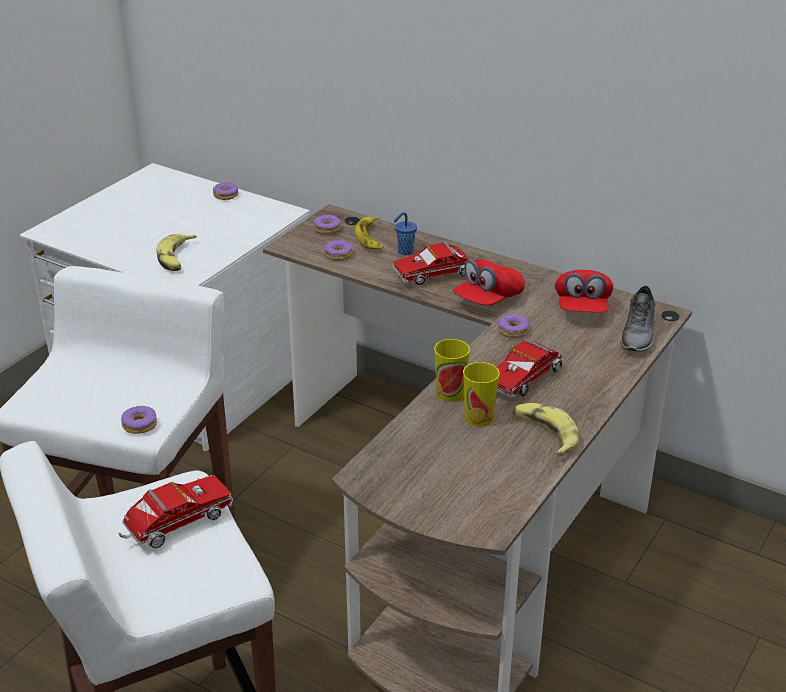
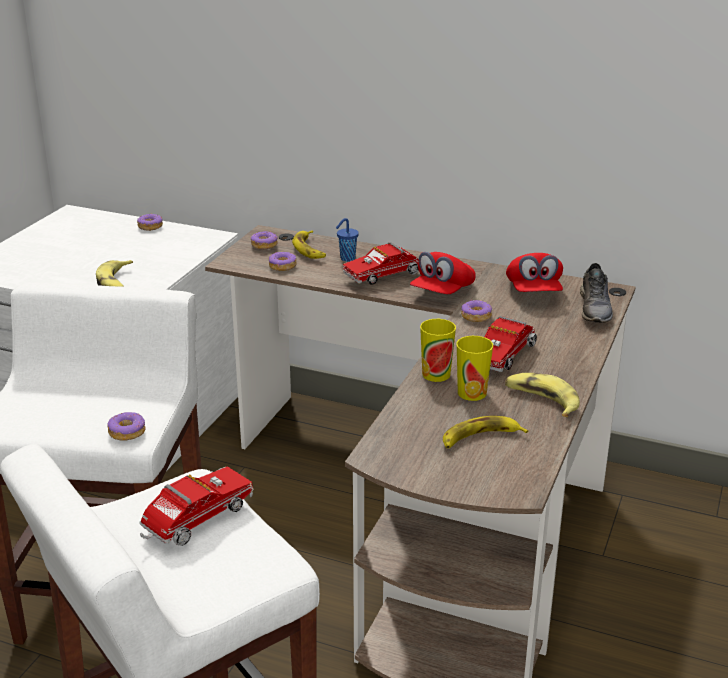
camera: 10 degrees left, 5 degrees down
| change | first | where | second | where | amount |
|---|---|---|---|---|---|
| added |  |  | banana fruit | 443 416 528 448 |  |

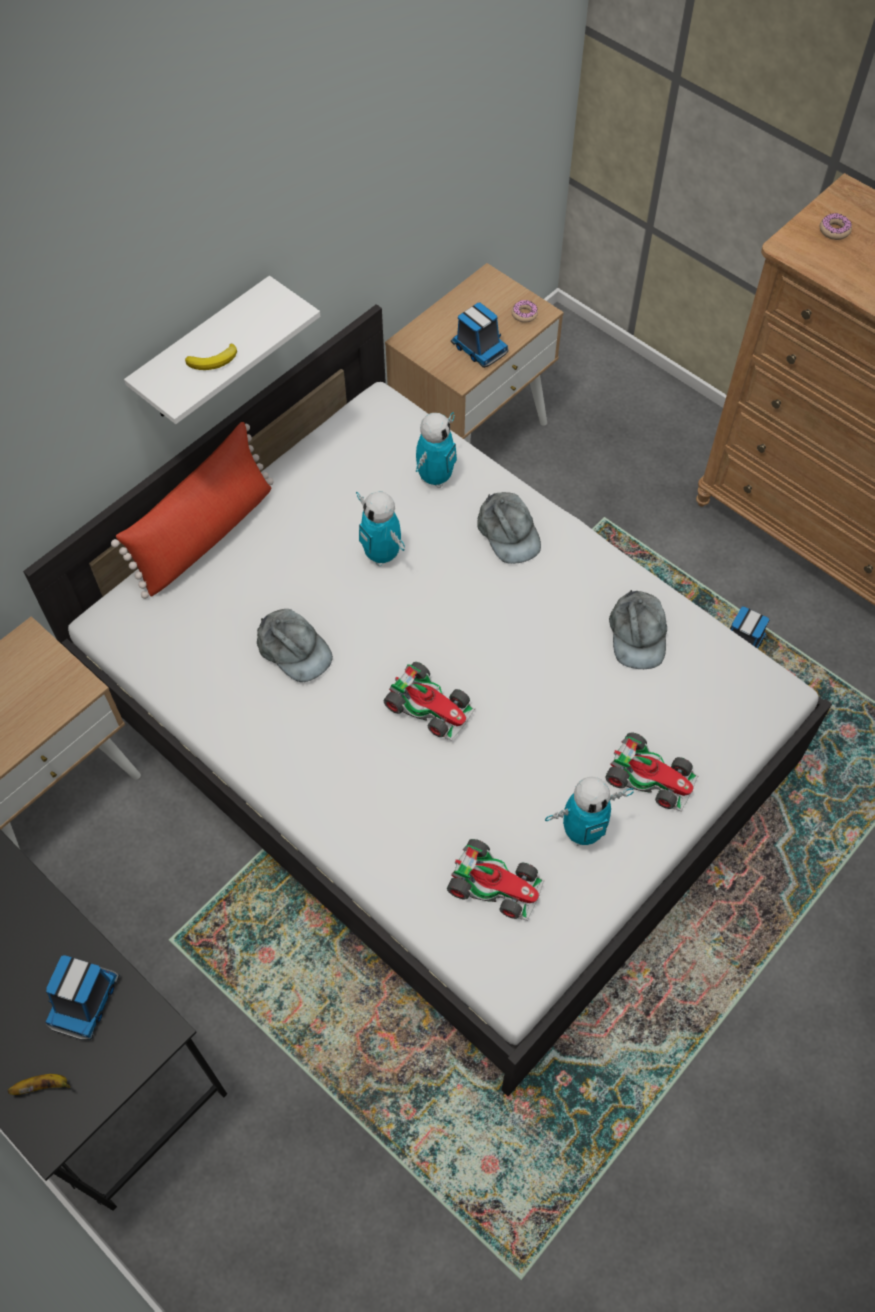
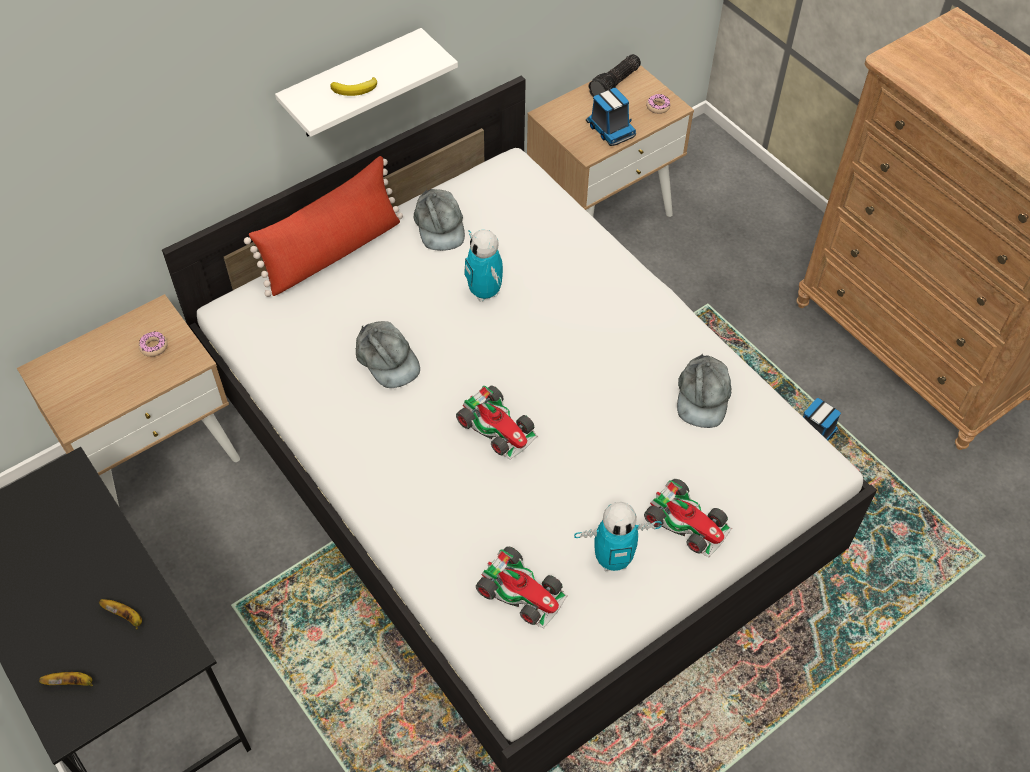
camera: 10 degrees right, 5 degrees down
| change | first | where | second | where | amount |
|---|---|---|---|---|---|
| replaced | toy truck | 45 955 120 1040 | banana fruit | 99 599 142 629 |  |
| moved | donut | 820 213 852 240 |  | 138 332 168 357 |  |
| moved | cap in greyish | 477 492 541 564 |  | 414 189 465 251 |  |
| added |  |  | torch | 588 54 641 97 |  |
| removed | model robot | 416 412 457 488 |  |  |  |

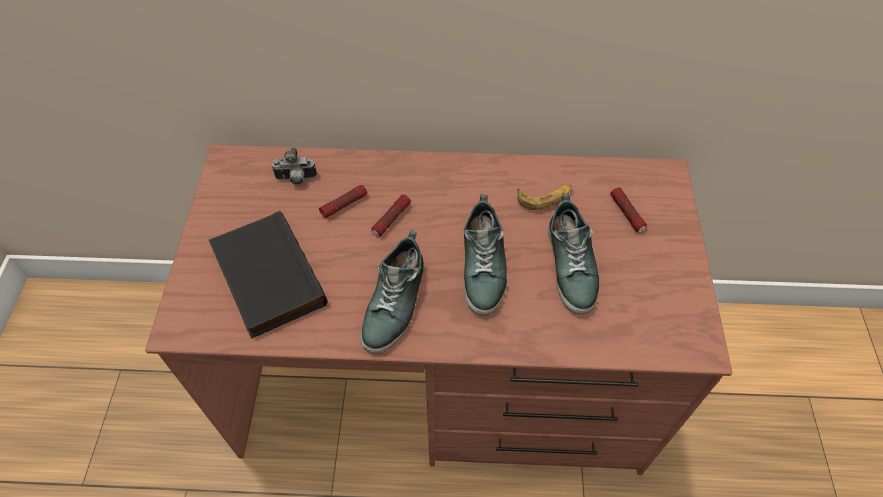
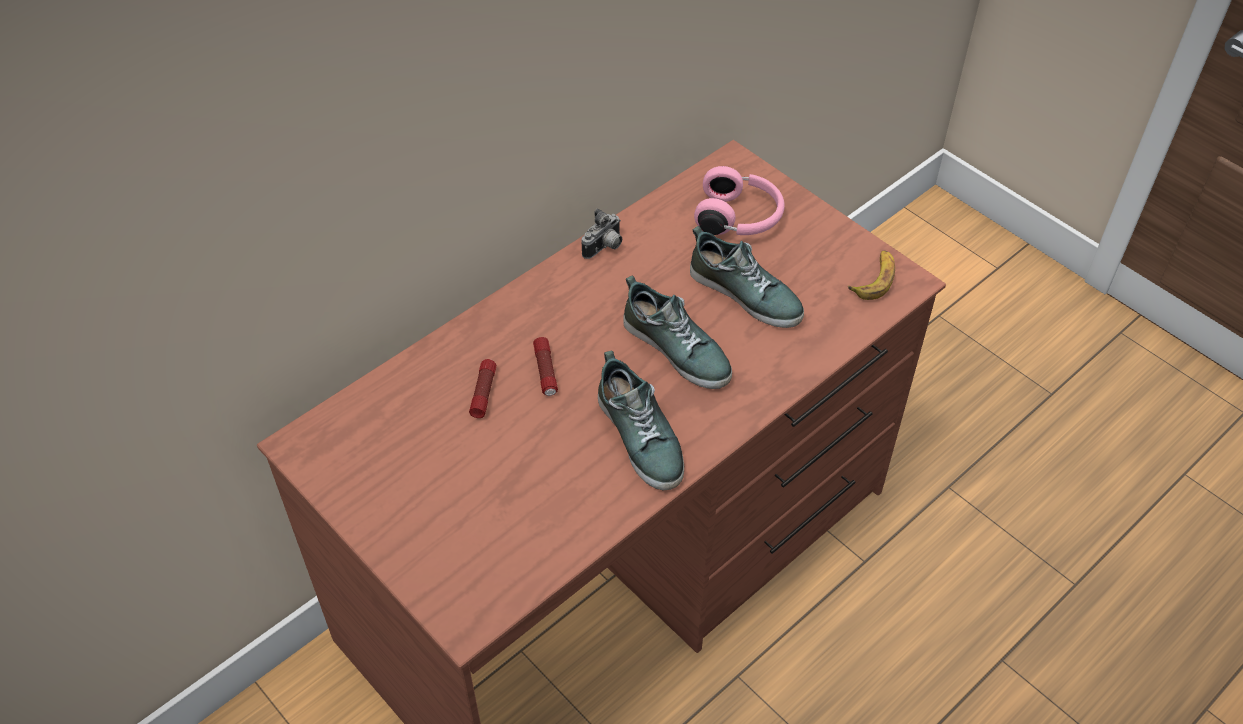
camera: 45 degrees left, 5 degrees down
| change | first | where | second | where | amount |
|---|---|---|---|---|---|
| moved | photo camera | 272 147 317 185 |  | 581 208 622 259 |  |
| replaced | torch | 610 187 647 232 | headset in pink-coloured | 694 166 785 235 |  |
| moved | banana fruit | 517 184 572 210 |  | 848 251 895 300 |  |
| removed | volume in black-coloured | 209 211 328 339 |  |  |  |

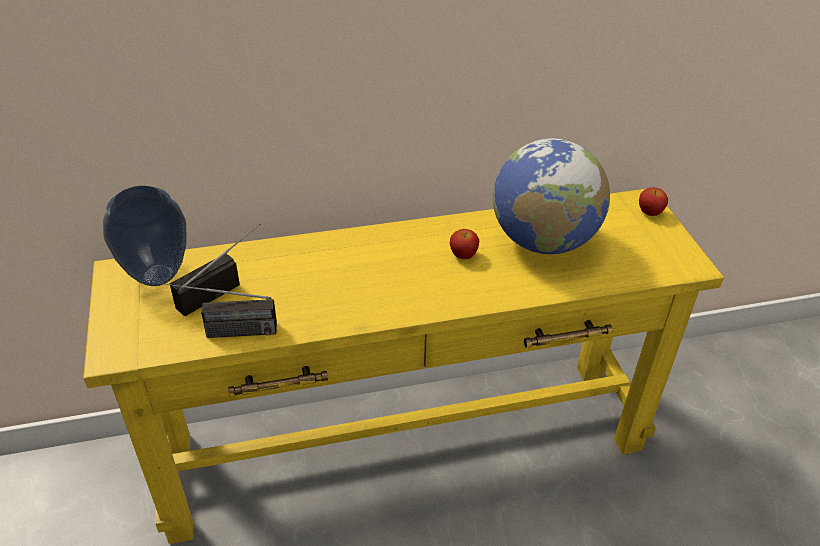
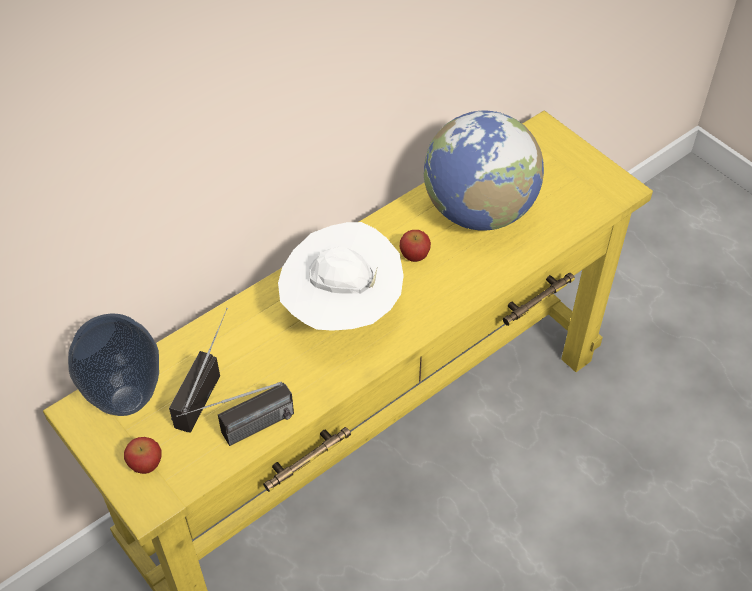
camera: 25 degrees left, 10 degrees up
| change | first | where | second | where | amount |
|---|---|---|---|---|---|
| moved | whole apple | 639 187 668 216 |  | 124 437 162 474 |  |
| added |  |  | wearable hat in white | 278 222 404 331 |  |

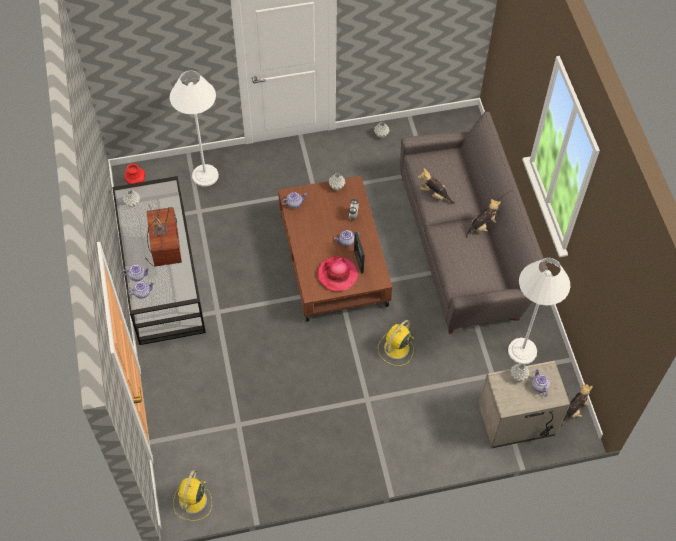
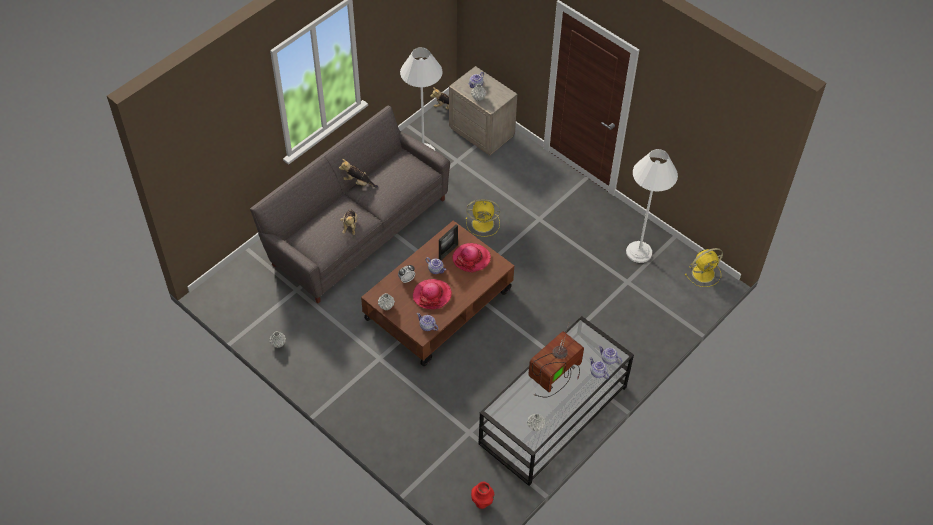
camera: 125 degrees left, 5 degrees down
| change | first | where | second | where | amount |
|---|---|---|---|---|---|
| added |  |  | wearable hat | 413 279 452 309 |  |
| moved | standing lamp in white | 170 70 219 186 |  | 626 149 678 263 |  |

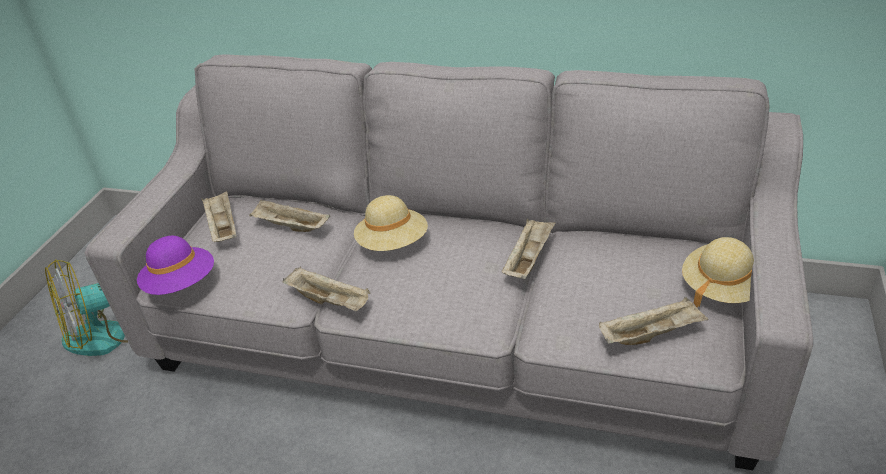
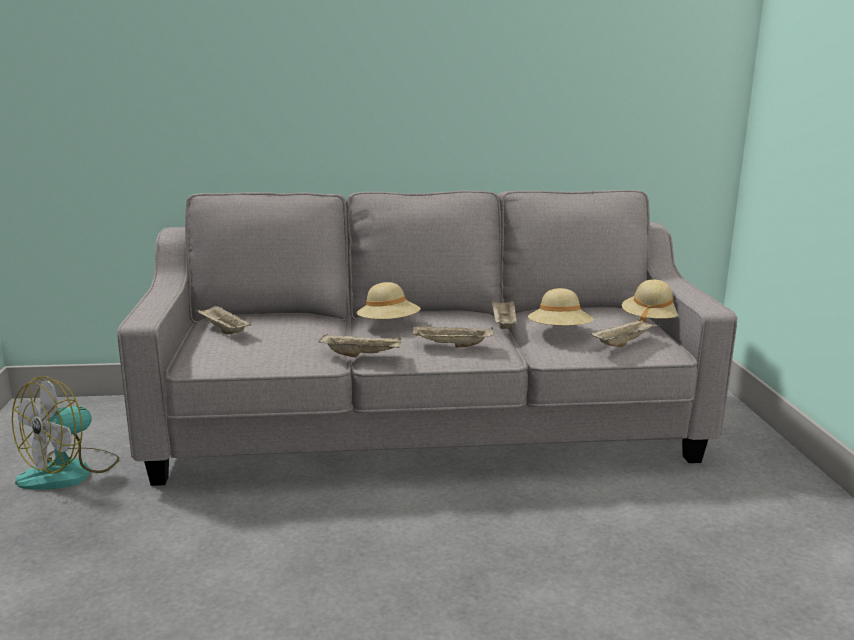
camera: 25 degrees left, 20 degrees down
| change | first | where | second | where | amount |
|---|---|---|---|---|---|
| moved | tray in sand-coloured | 249 200 330 232 |  | 413 325 494 347 |  |
| added |  |  | wearable hat in sand-coloured | 528 288 594 326 |  |
| removed | wearable hat in purple | 137 236 214 295 |  |  |  |

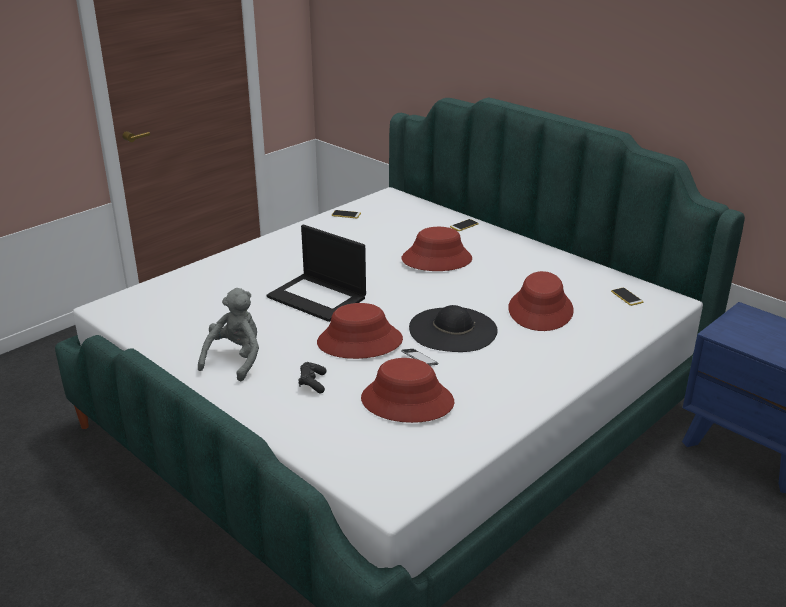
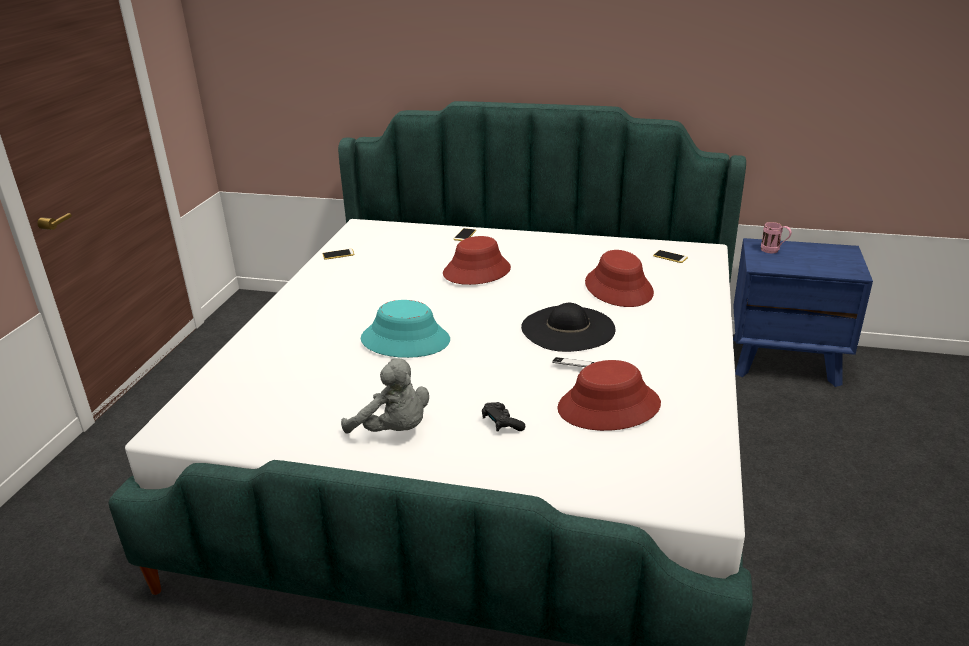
camera: 30 degrees left, 0 degrees up
| change | first | where | second | where | amount |
|---|---|---|---|---|---|
| turned | soft toy in greyish | 198 288 259 382 |  | 341 358 429 434 | 135 degrees clockwise |
| replaced | notebook computer | 267 225 366 322 | wearable hat in turquoise | 361 300 450 358 |  |
| added |  |  | coffee mug in pink-coloured | 761 222 792 254 |  |
| removed | wearable hat in red | 317 303 403 359 |  |  |  |

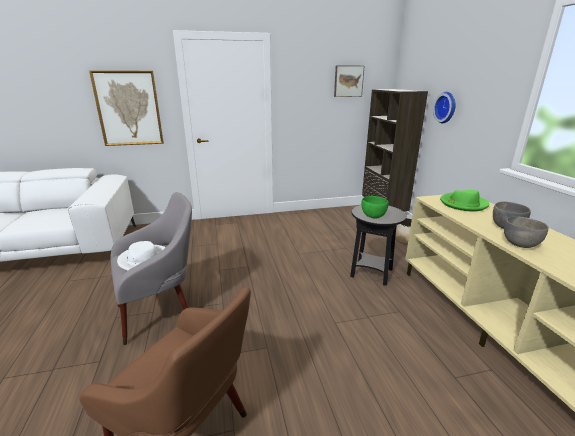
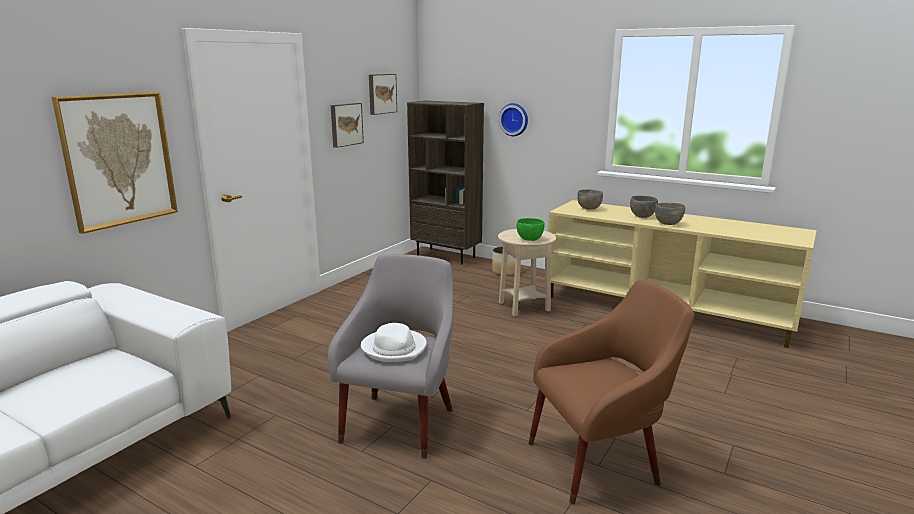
camera: 45 degrees left, 5 degrees down
| change | first | where | second | where | amount |
|---|---|---|---|---|---|
| added |  |  | wall art | 331 103 364 148 |  |
| recoloured | accent table in black-coloured | 350 205 407 286 | accent table in sand-coloured | 498 229 556 316 |  |
| replaced | wearable hat in green | 440 190 490 212 | deep dish in greyish | 577 189 603 210 |  |

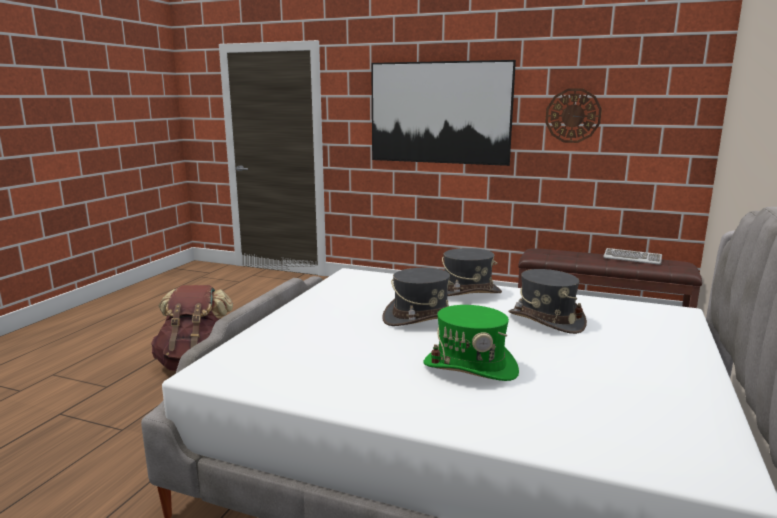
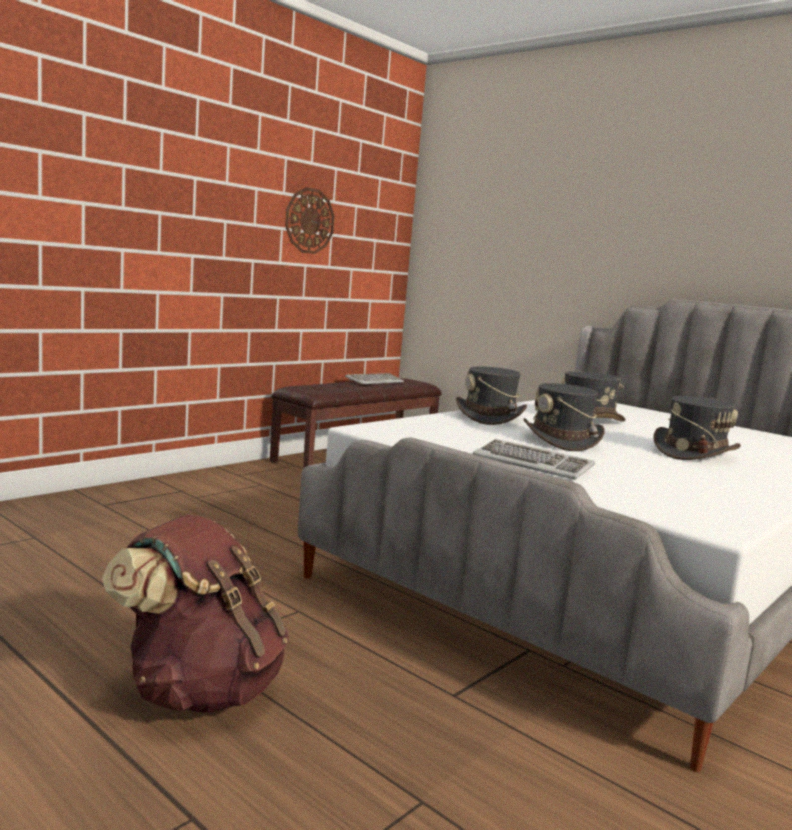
camera: 70 degrees left, 5 degrees down
| change | first | where | second | where | amount |
|---|---|---|---|---|---|
| added |  |  | PC keyboard | 472 439 595 480 |  |
| recoloured | wearable hat in green | 423 305 519 381 | wearable hat in greyish | 653 396 741 460 |  |
| removed | wall art | 371 60 516 166 |  |  |  |

